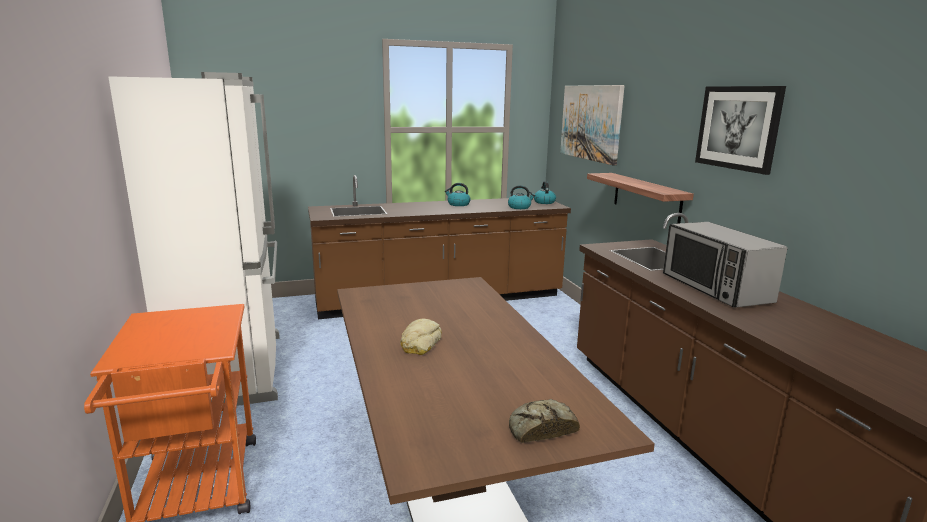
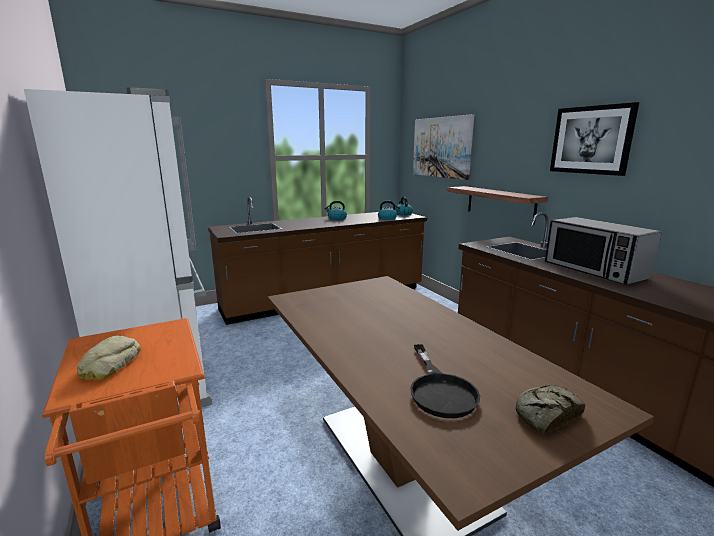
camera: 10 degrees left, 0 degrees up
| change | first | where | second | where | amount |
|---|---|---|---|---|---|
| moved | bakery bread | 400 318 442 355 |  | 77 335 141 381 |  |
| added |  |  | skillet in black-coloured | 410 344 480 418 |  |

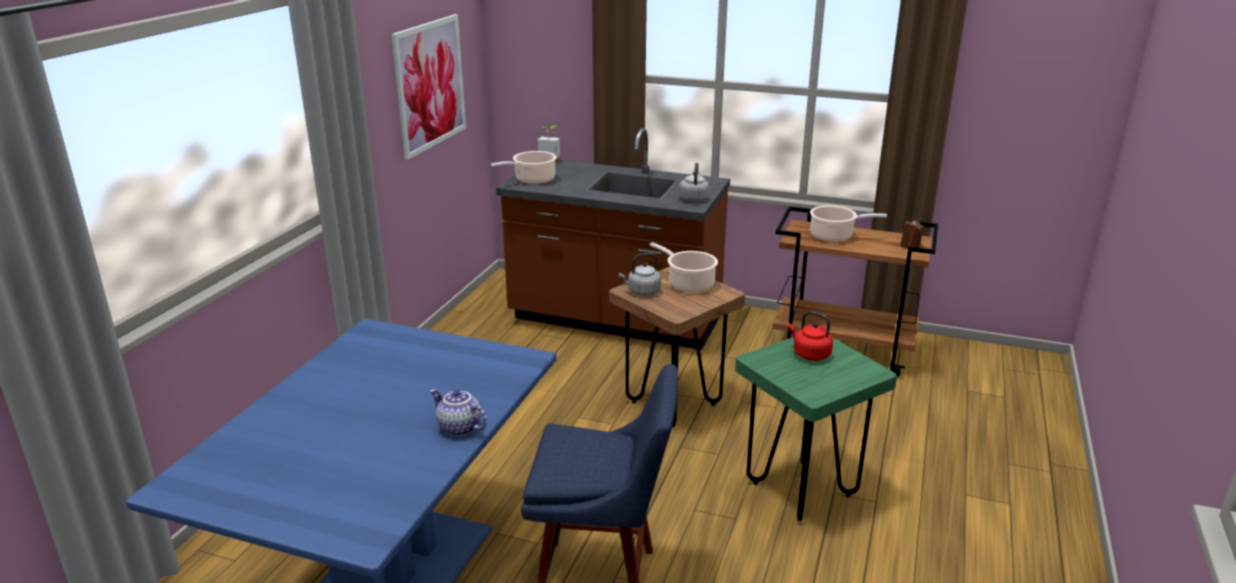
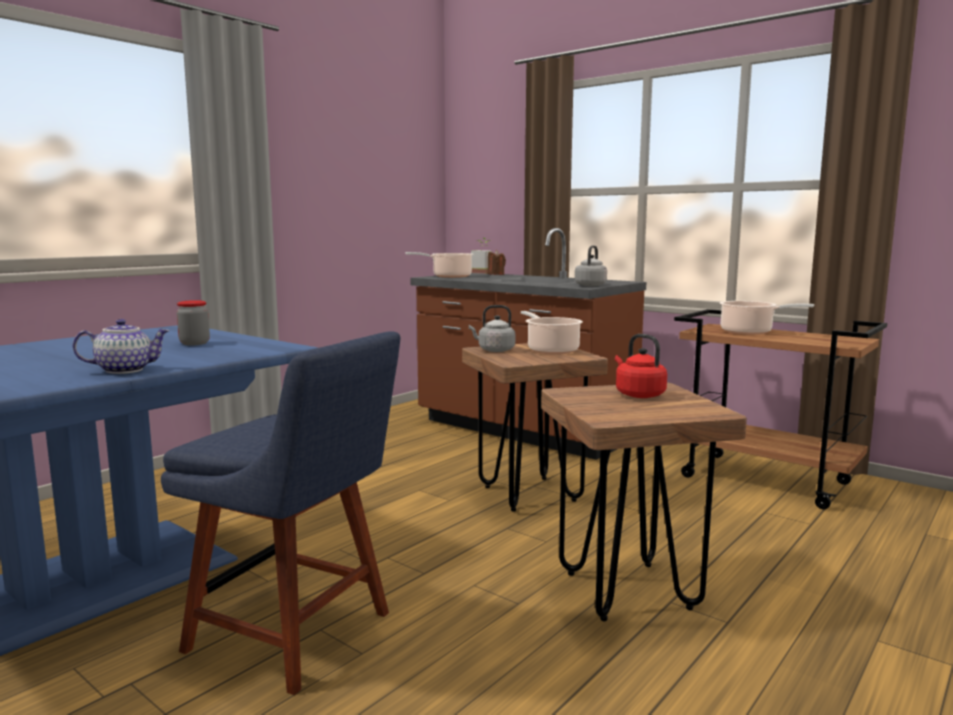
camera: 20 degrees right, 15 degrees down
| change | first | where | second | where | amount |
|---|---|---|---|---|---|
| turned | tea pot | 430 389 487 436 |  | 73 319 170 374 | 105 degrees clockwise |
| added |  |  | preserve jar | 176 300 210 346 |  |
| moved | wax candle in brownish | 901 220 924 249 |  | 487 250 506 275 |  |
| recoloured | sitting stool in green | 735 337 897 521 | sitting stool in brownish | 541 383 747 621 |  |
| removed | wall art | 391 14 466 160 |  |  |  |

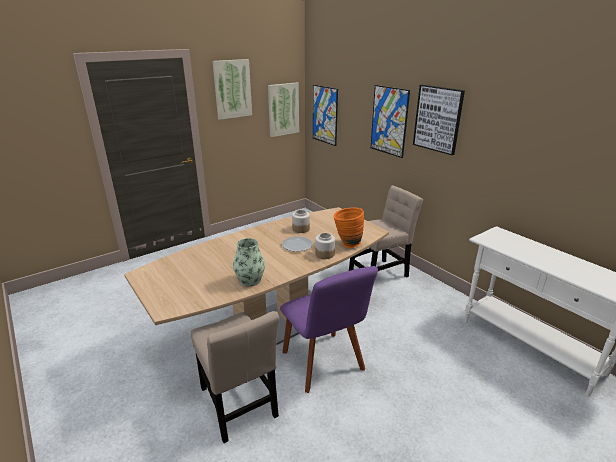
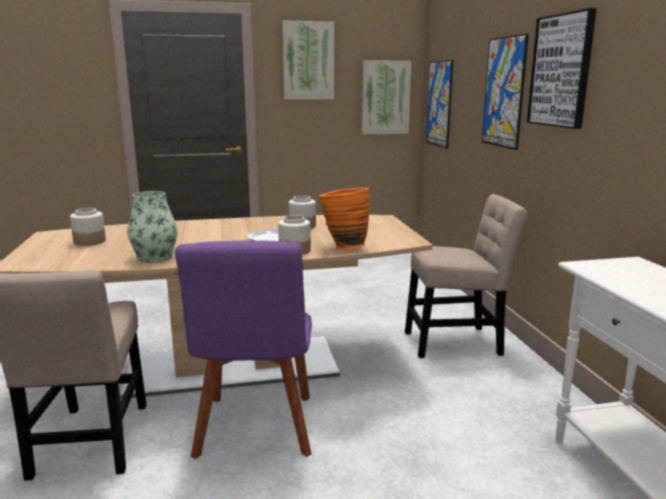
camera: 25 degrees right, 10 degrees down
| change | first | where | second | where | amount |
|---|---|---|---|---|---|
| added |  |  | preserve jar | 70 208 106 246 |  |

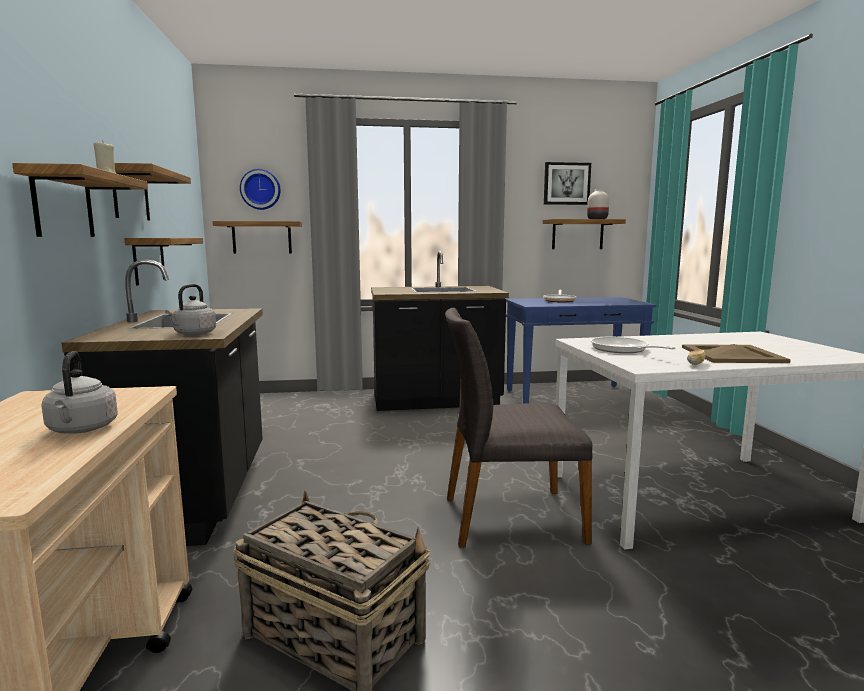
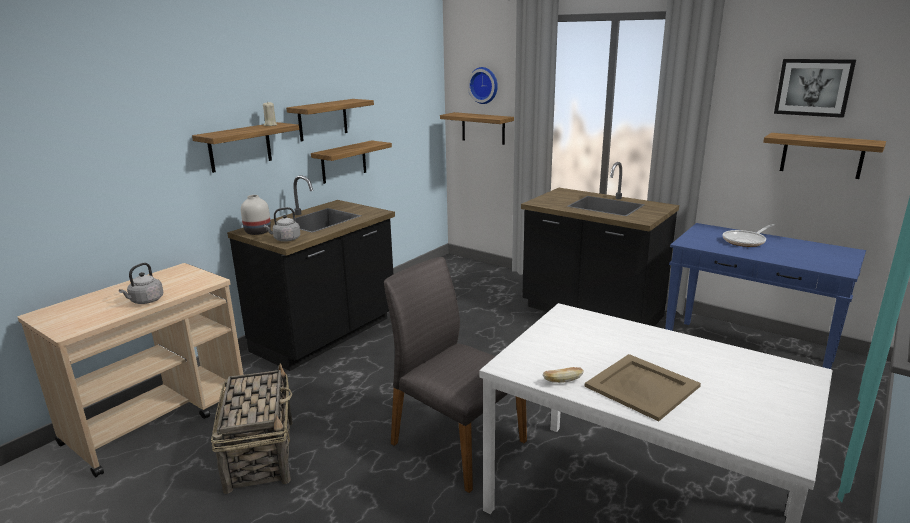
camera: 45 degrees right, 10 degrees up
| change | first | where | second | where | amount |
|---|---|---|---|---|---|
| moved | decorative vase in white | 587 189 609 219 |  | 241 195 271 235 |  |
| removed | skillet | 590 337 675 353 |  |  |  |

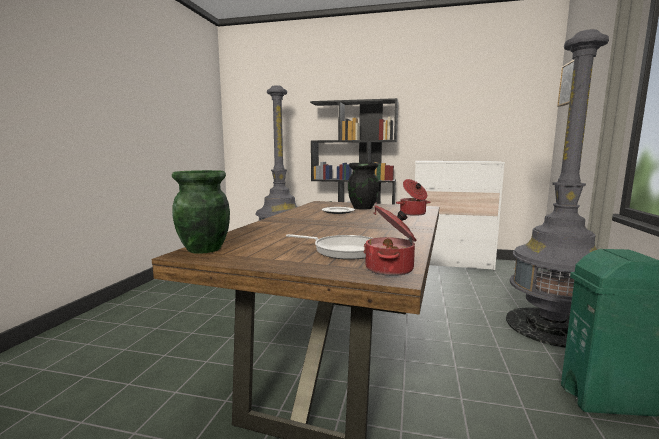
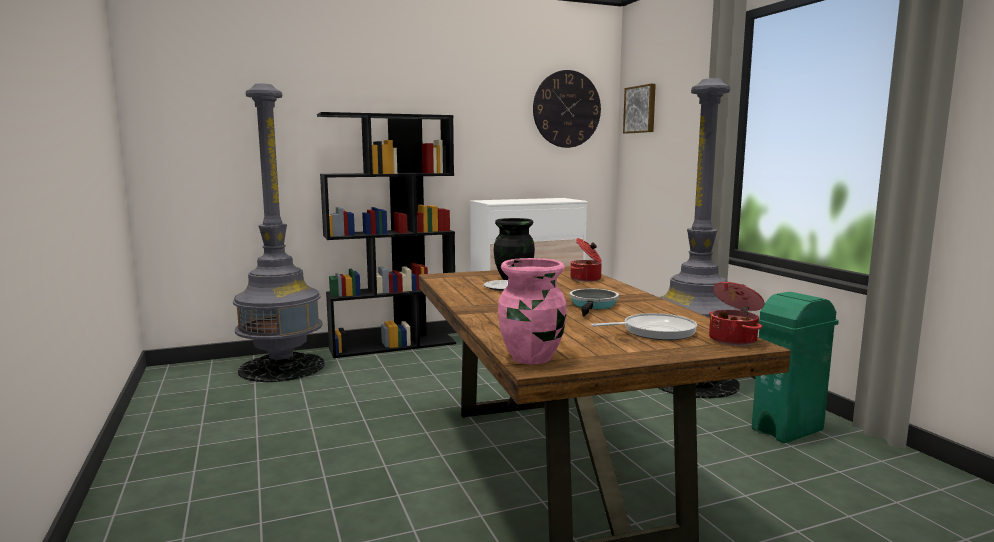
camera: 35 degrees left, 0 degrees up
| change | first | where | second | where | amount |
|---|---|---|---|---|---|
| recoloured | decorative vase in green | 172 170 230 254 | decorative vase in pink-coloured | 498 258 567 364 |  |
| added |  |  | clock on the wall | 533 70 601 148 |  |
| added |  |  | skillet | 569 289 619 317 |  |

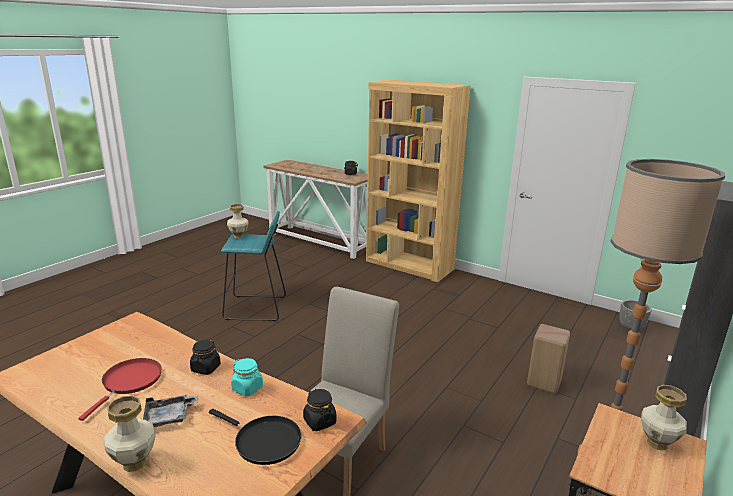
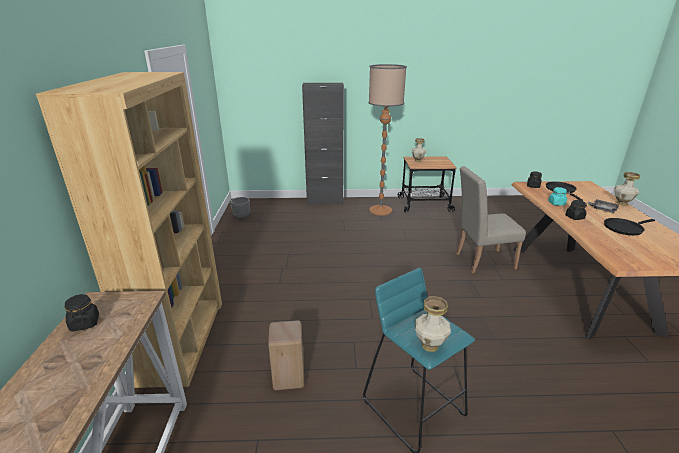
camera: 125 degrees left, 5 degrees up
| change | first | where | second | where | amount |
|---|---|---|---|---|---|
| moved | sitting stool in sand-coloured | 527 324 570 394 |  | 268 320 305 390 |  |
| recoloured | skillet in red | 78 358 162 421 | skillet in black-coloured | 604 218 655 235 |  |

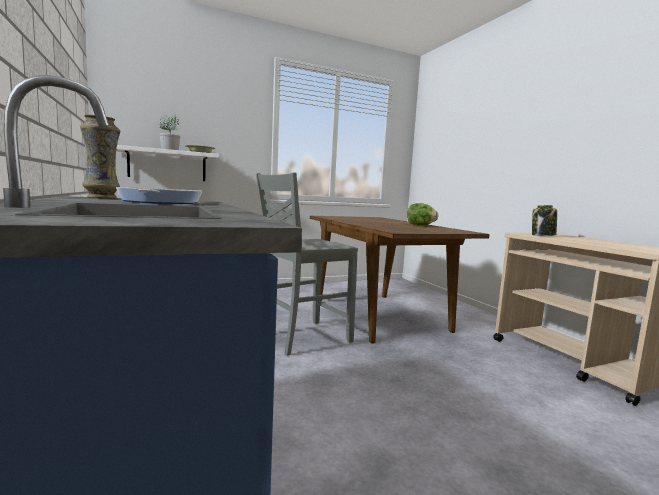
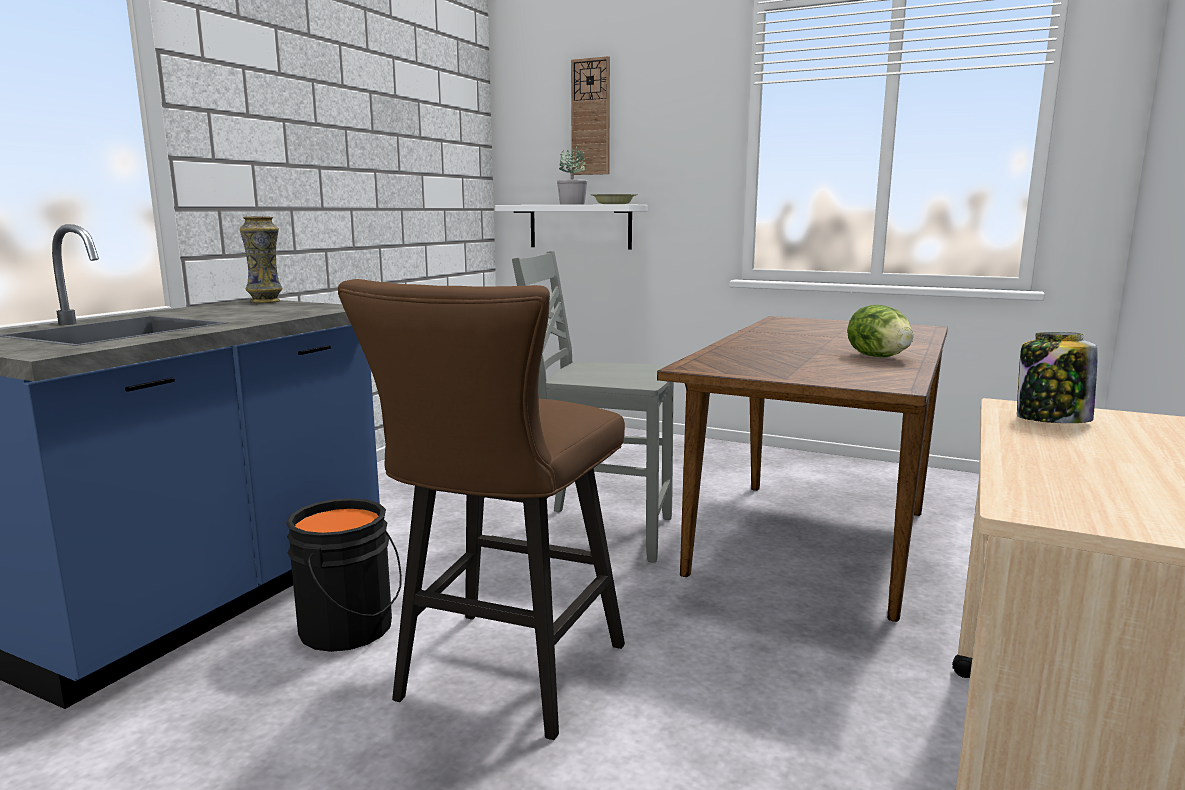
camera: 50 degrees right, 5 degrees up
| change | first | where | second | where | amount |
|---|---|---|---|---|---|
| added |  |  | water bucket in black-coloured | 286 498 402 652 |  |
| added |  |  | sitting stool in brownish | 338 279 625 740 |  |
| added |  |  | clock on the wall | 571 56 610 175 |  |
| removed | skillet | 116 187 202 204 |  |  |  |

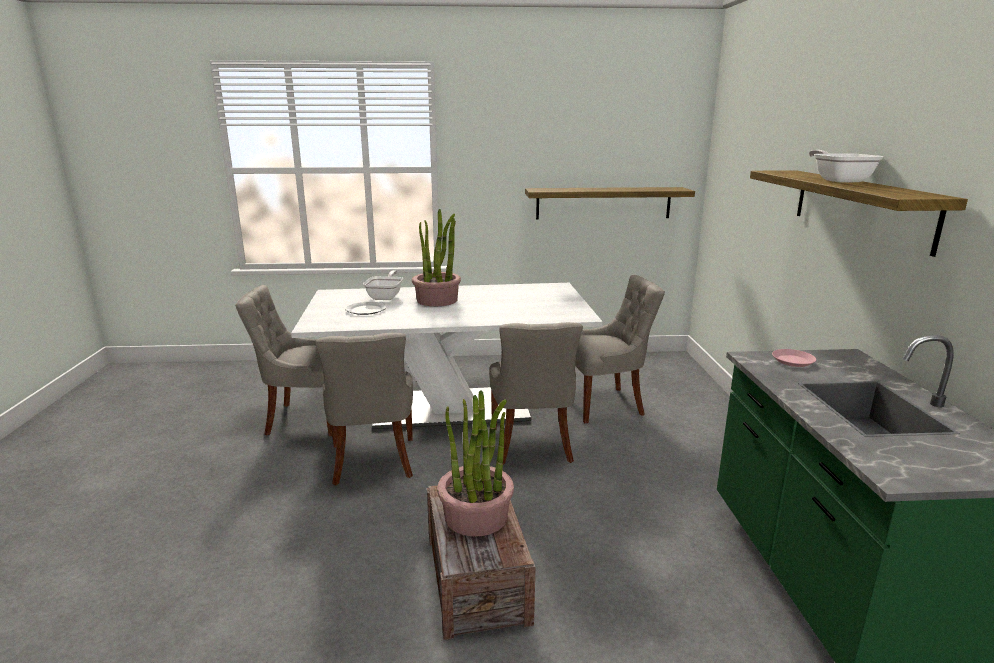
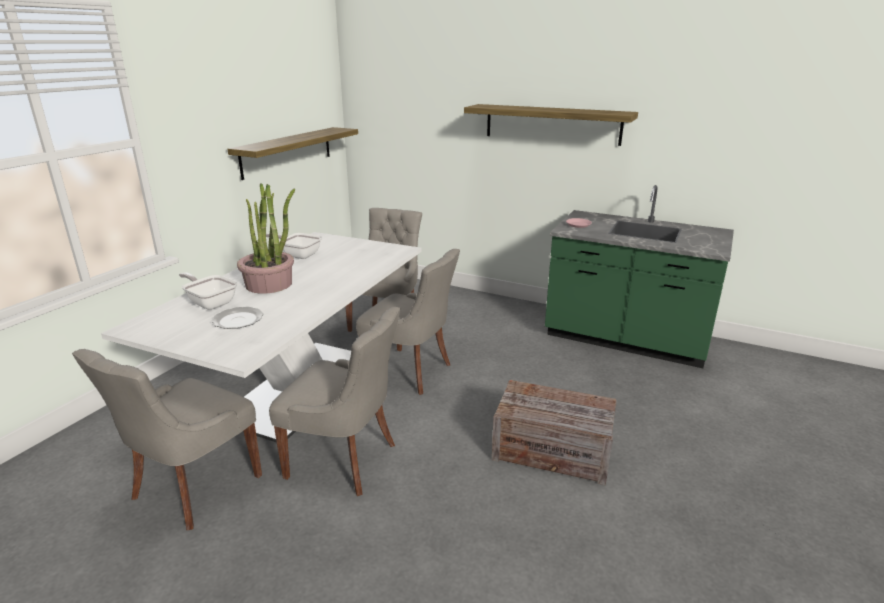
camera: 60 degrees left, 5 degrees up
| change | first | where | second | where | amount |
|---|---|---|---|---|---|
| moved | skillet | 809 150 883 183 |  | 266 233 322 259 |  |
| removed | potted plant | 437 390 514 537 |  |  |  |

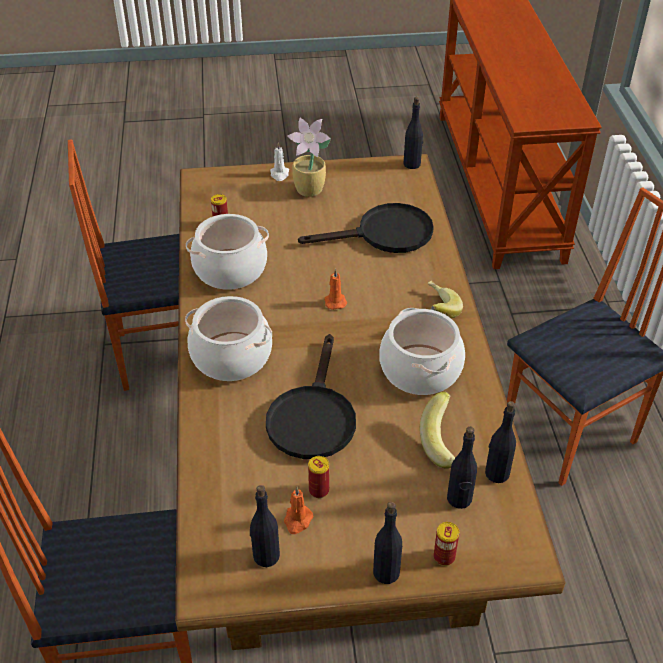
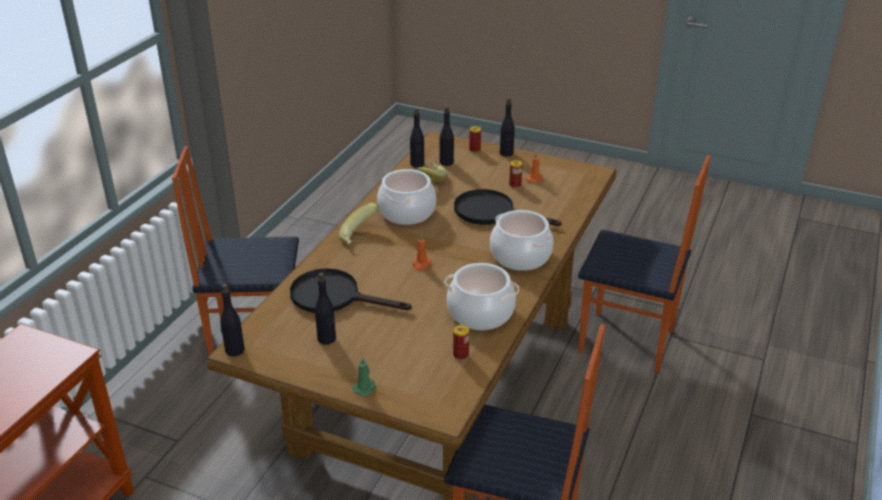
camera: 150 degrees left, 10 degrees down
| change | first | where | second | where | amount |
|---|---|---|---|---|---|
| moved | beverage bottle in black-coloured | 250 485 280 567 |  | 315 273 336 345 |  |
| recoloured | wax candle in white | 270 142 289 181 | wax candle in green | 353 357 376 396 |  |
| turned | skillet in black-coloured | 266 334 356 459 |  | 454 189 561 226 | 105 degrees counterclockwise |
| removed | potted plant | 288 117 331 197 |  |  |  |

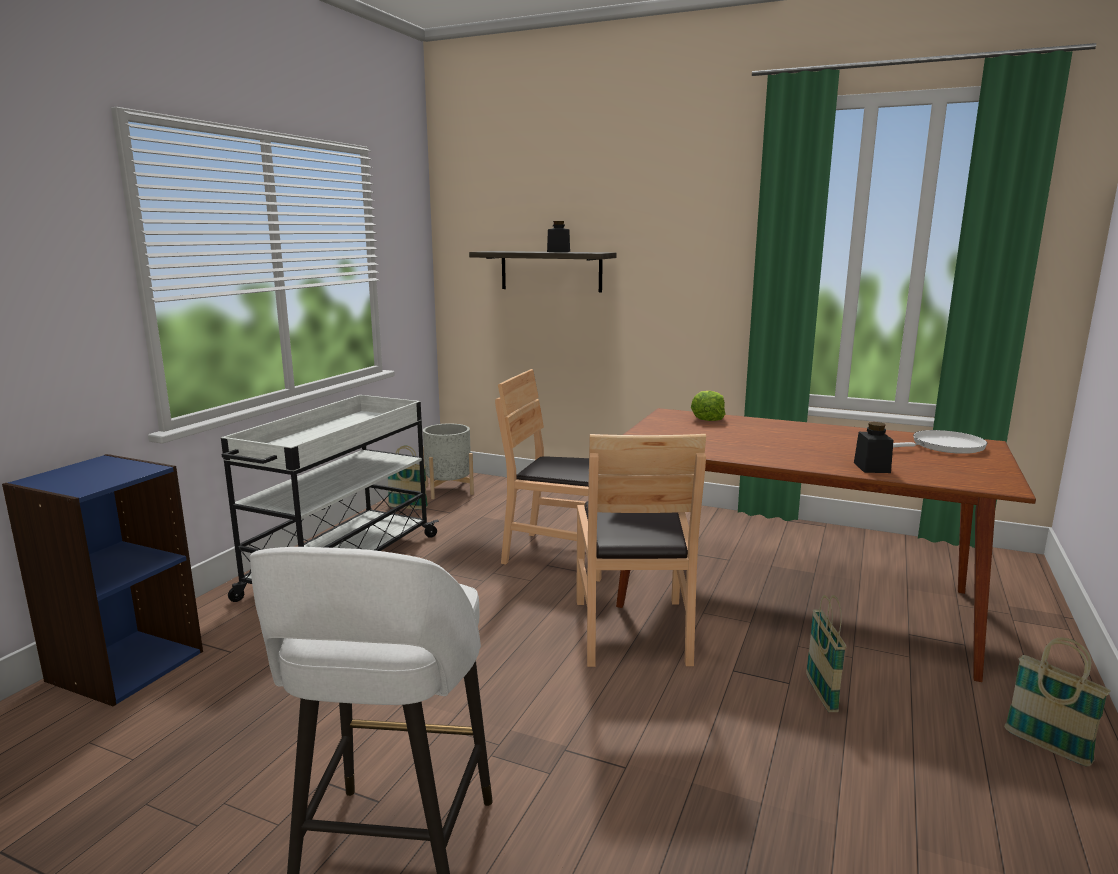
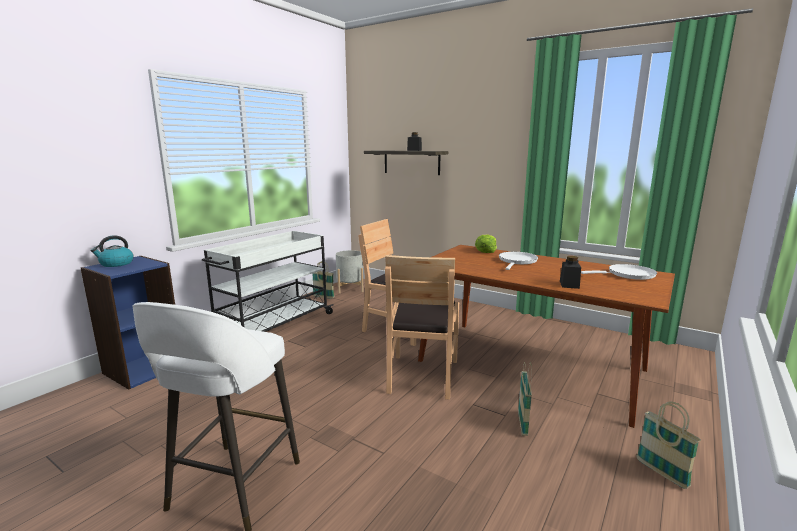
camera: 10 degrees right, 0 degrees up
| change | first | where | second | where | amount |
|---|---|---|---|---|---|
| added |  |  | water kettle | 91 235 134 267 |  |
| added |  |  | skillet in white | 499 252 538 270 |  |

